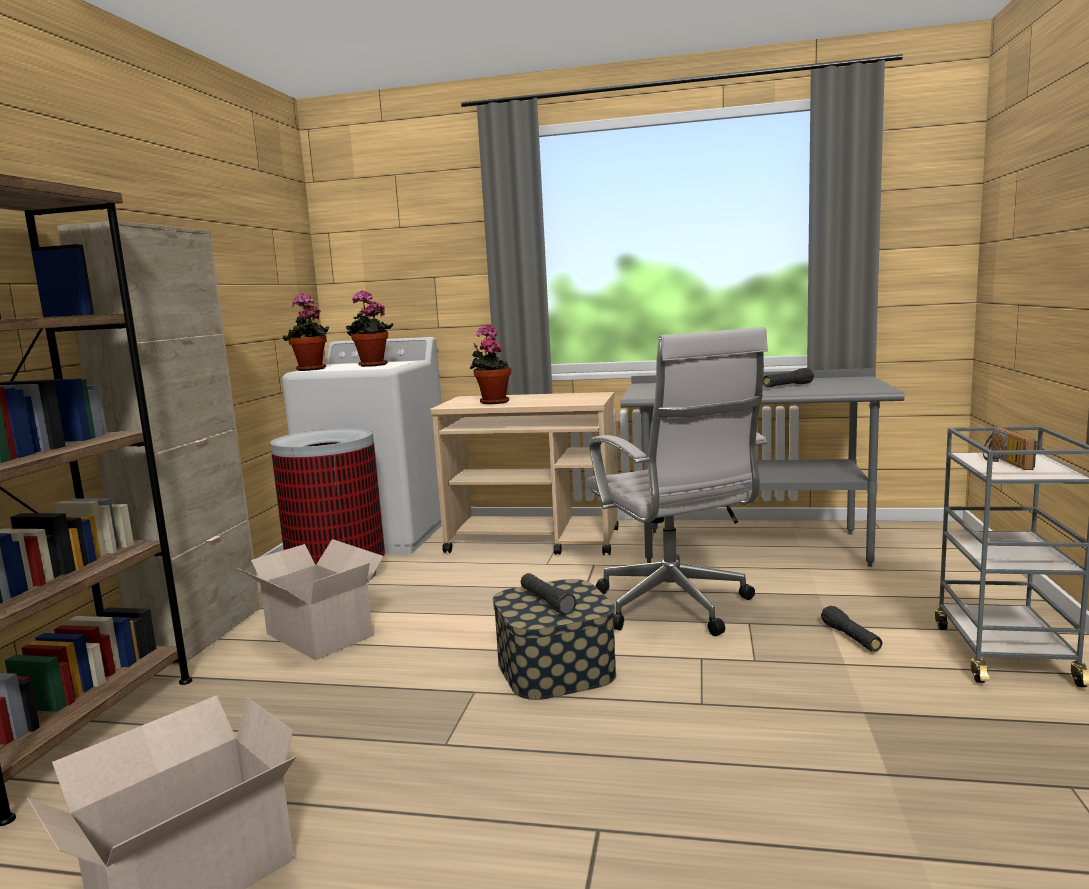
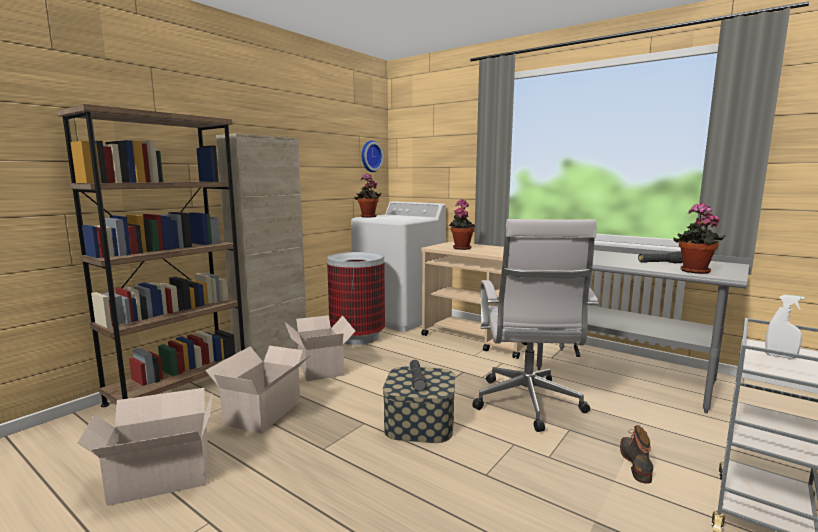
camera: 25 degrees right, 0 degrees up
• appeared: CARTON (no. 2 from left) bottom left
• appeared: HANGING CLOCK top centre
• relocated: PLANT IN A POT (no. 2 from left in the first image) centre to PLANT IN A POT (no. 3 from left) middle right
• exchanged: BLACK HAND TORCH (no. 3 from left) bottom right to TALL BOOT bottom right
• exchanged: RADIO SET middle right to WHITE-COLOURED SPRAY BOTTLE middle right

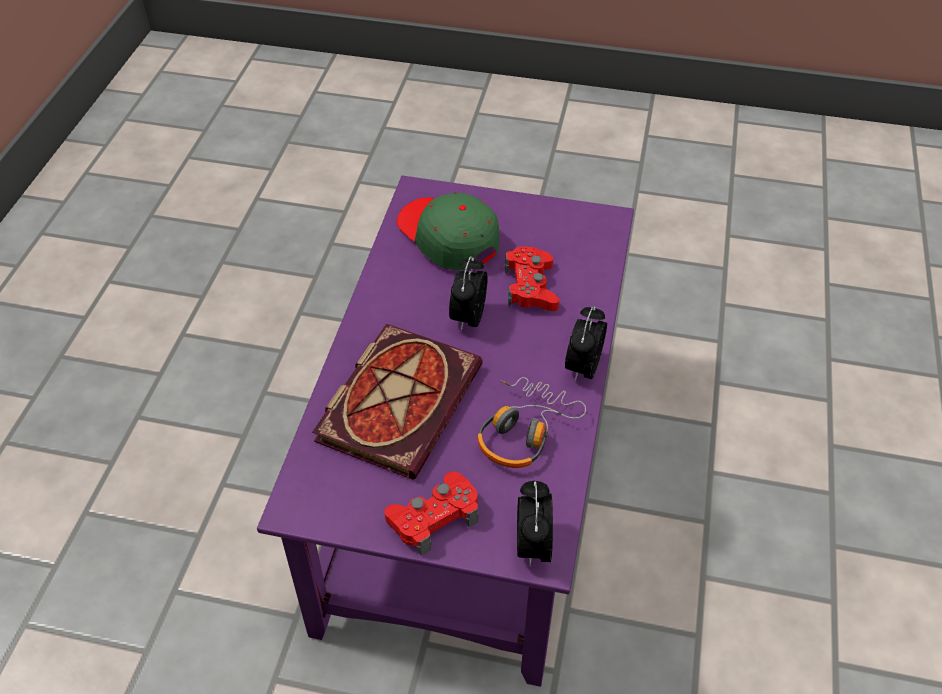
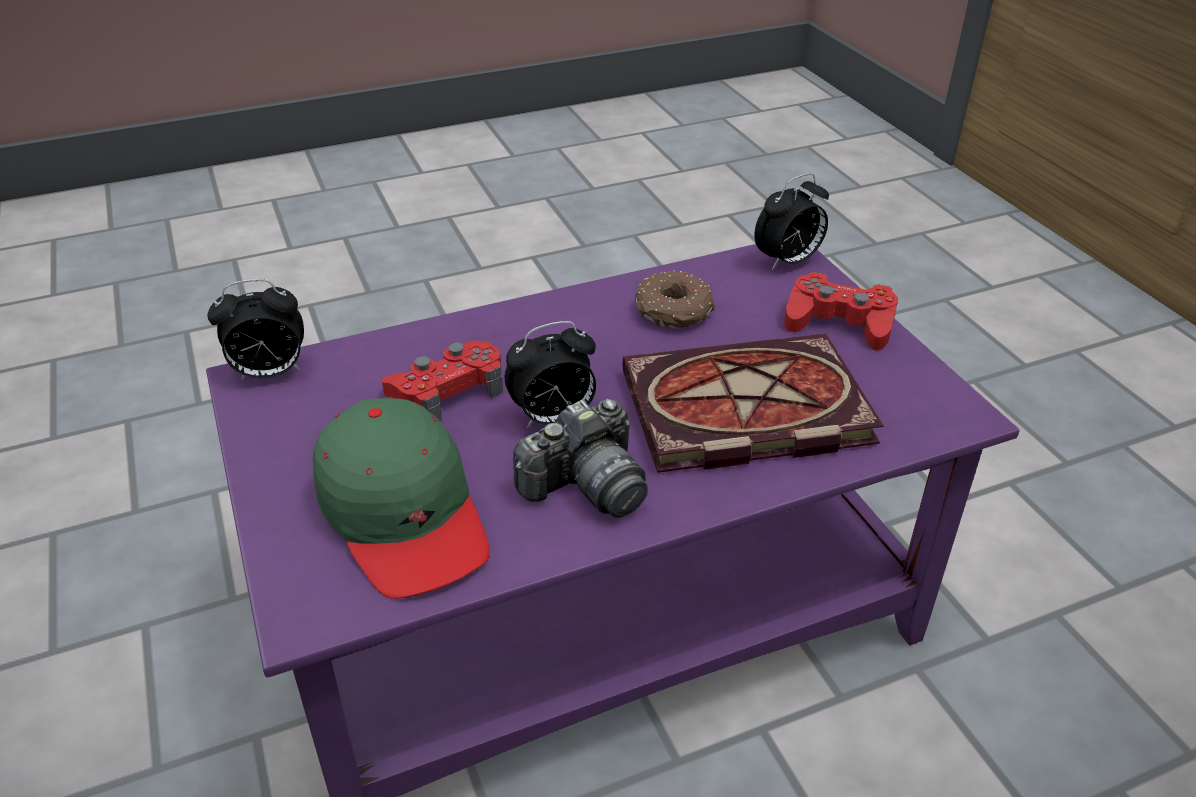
camera: 125 degrees left, 10 degrees down
• appeared: STILL CAMERA centre
• relocated: BEDSIDE CLOCK (no. 3 from left in the first image) centre to BEDSIDE CLOCK (no. 1 from left) middle left
• exchanged: PAIR OF HEADPHONES centre to DONUT centre
• spun: GREENISH PEAKED CAP centre = centre 45 degrees counterclockwise

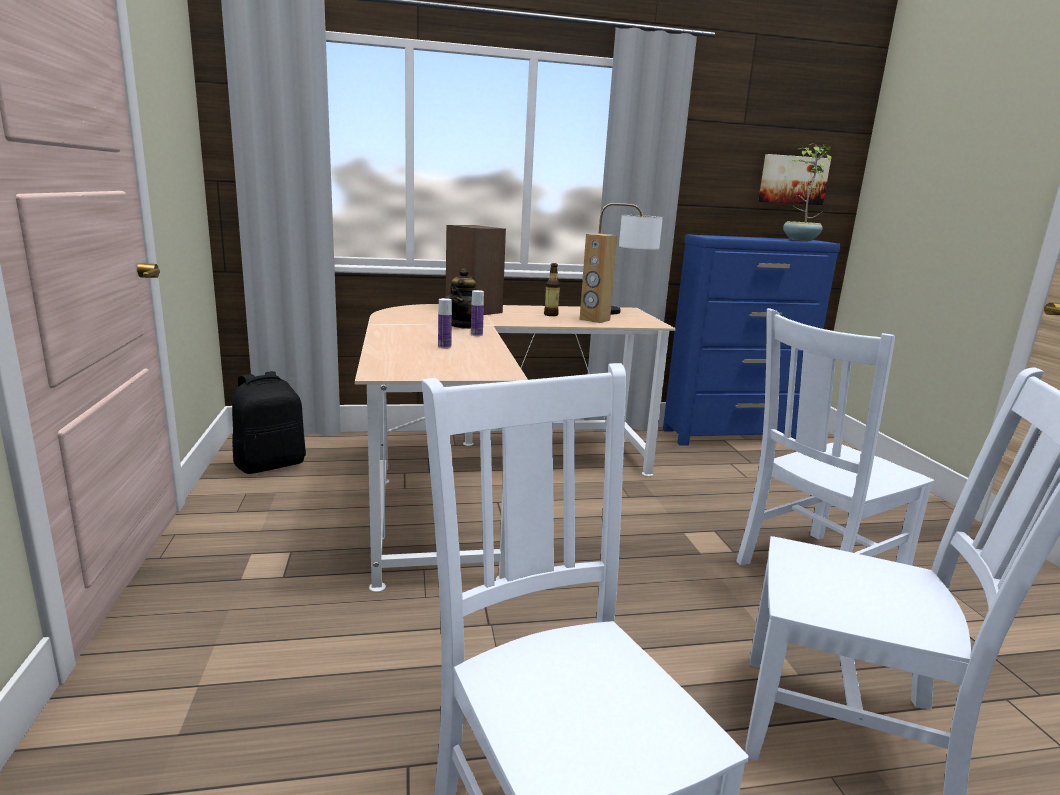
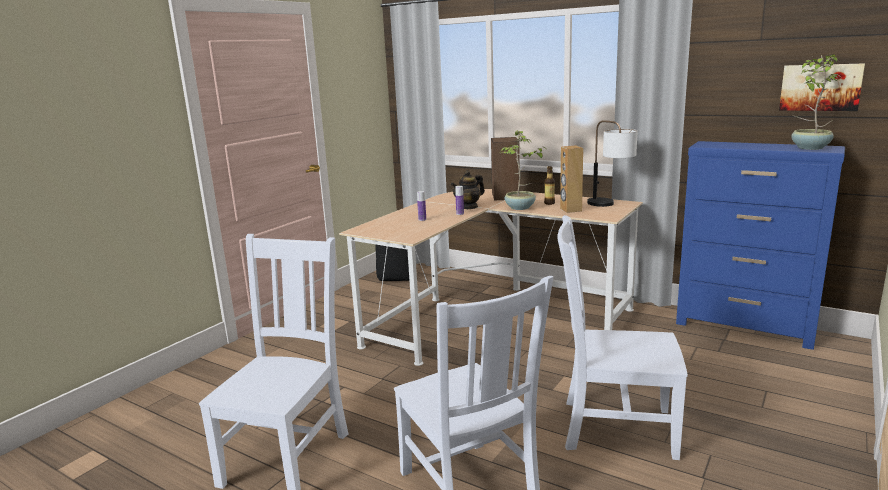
camera: 45 degrees right, 0 degrees up
• appeared: PLANT IN A POT (no. 1 from left) centre

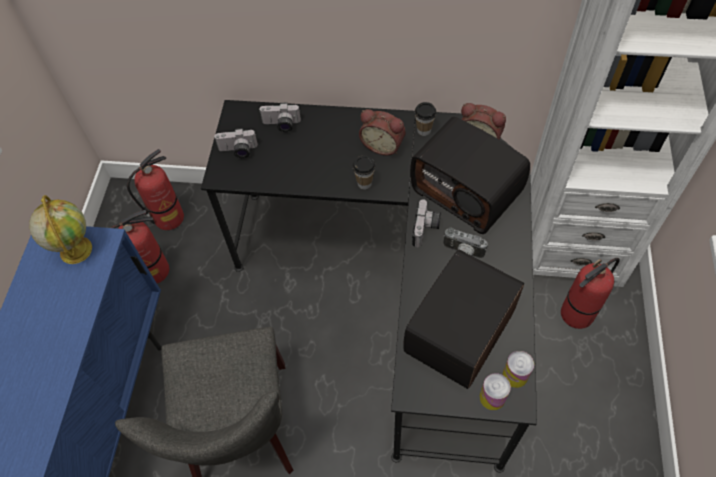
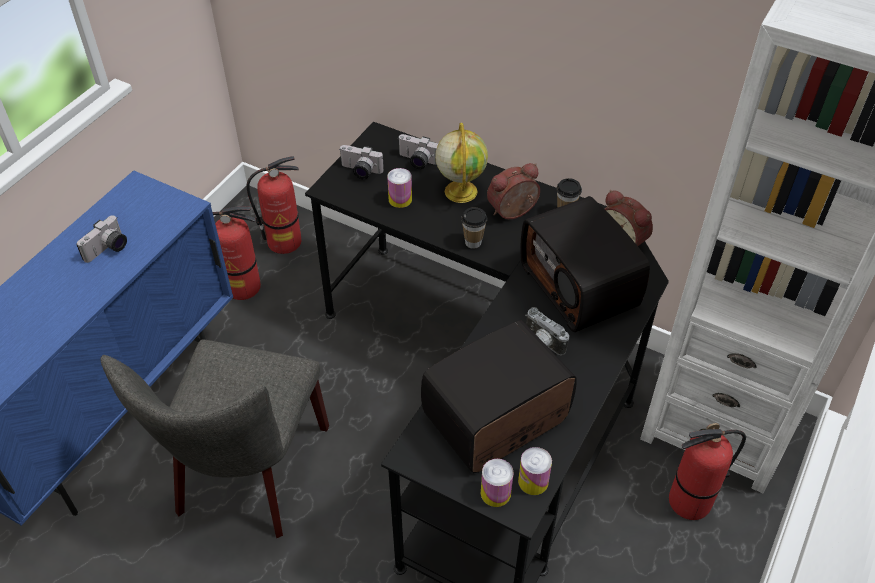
camera: 20 degrees right, 10 degrees down
• appeared: METAL CAN (no. 1 from left) top centre
• relocated: DESK GLOBE middle left to top centre
• relocated: STILL CAMERA (no. 3 from left in the first image) centre to STILL CAMERA (no. 1 from left) middle left
• spun: BEDSIDE CLOCK (no. 1 from left) top centre = top centre 105 degrees clockwise

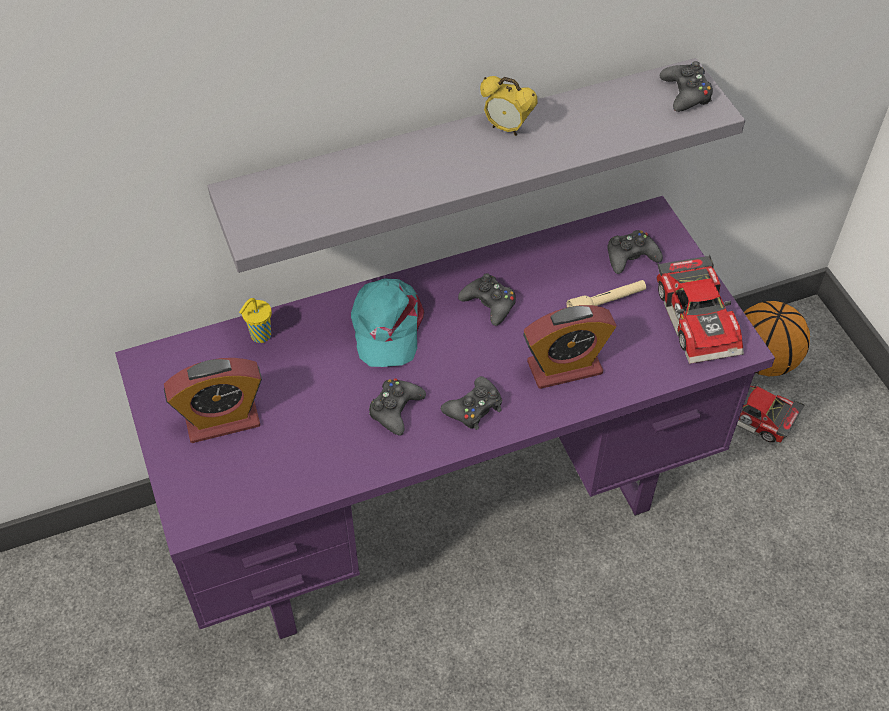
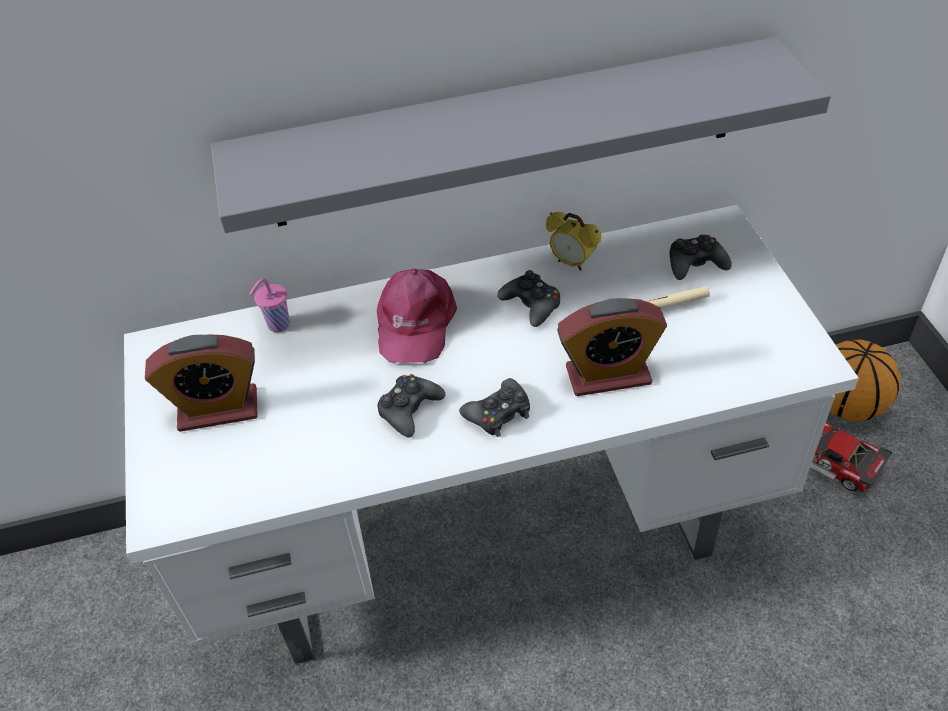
camera: 10 degrees right, 5 degrees down
• missing: MINIATURE CAR (no. 1 from left) middle right
• missing: BLACK JOYPAD (no. 5 from left) top right
• relocated: BEDSIDE CLOCK (no. 2 from left) top centre to centre
• colour: PURPLISH DESK TABLE centre to WHITE-COLOURED DESK TABLE centre
• colour: YELLOW CUP middle left to PINK-COLOURED CUP middle left
• colour: TURQUOISE PEAKED CAP centre to PINK-COLOURED PEAKED CAP centre

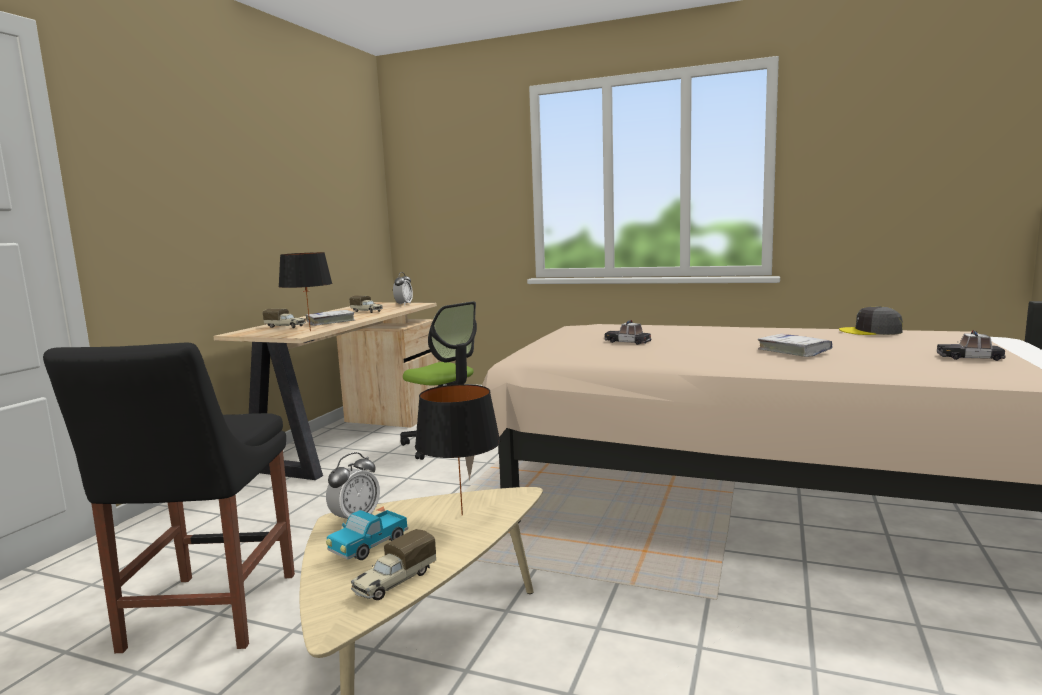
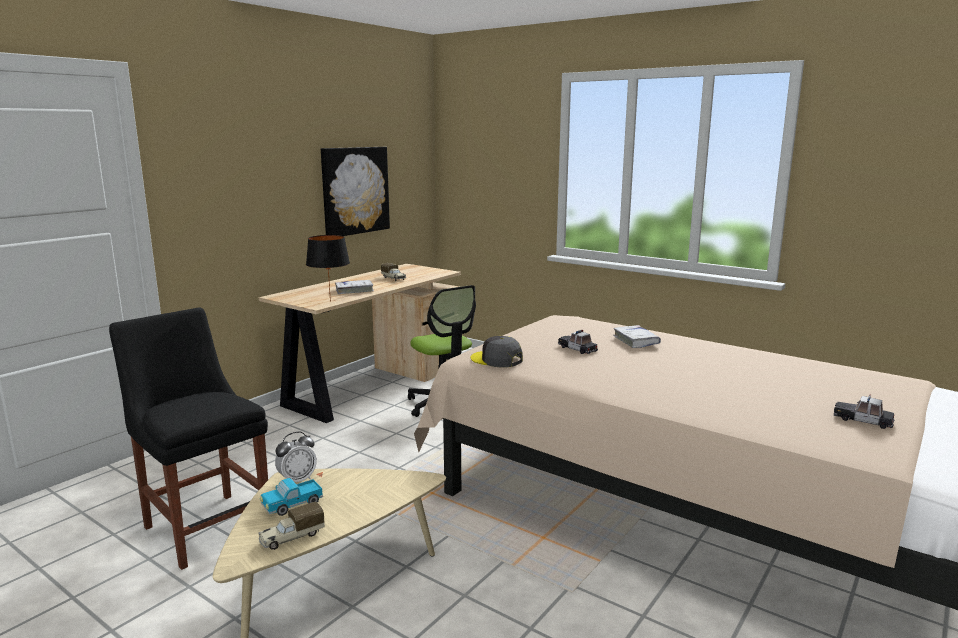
camera: 15 degrees right, 5 degrees up
• missing: TOY TRUCK (no. 1 from left) middle left
• missing: BEDSIDE CLOCK (no. 2 from left) centre
• missing: BLACK TABLE LAMP (no. 2 from left) centre
• appeared: WALL ART top centre
• relocated: WHITE-COLOURED VOLUME (no. 2 from left) middle right to centre
• relocated: GREYISH PEAKED CAP middle right to centre
• spun: BLACK UPRIGHT CHAIR bottom left = bottom left 120 degrees clockwise

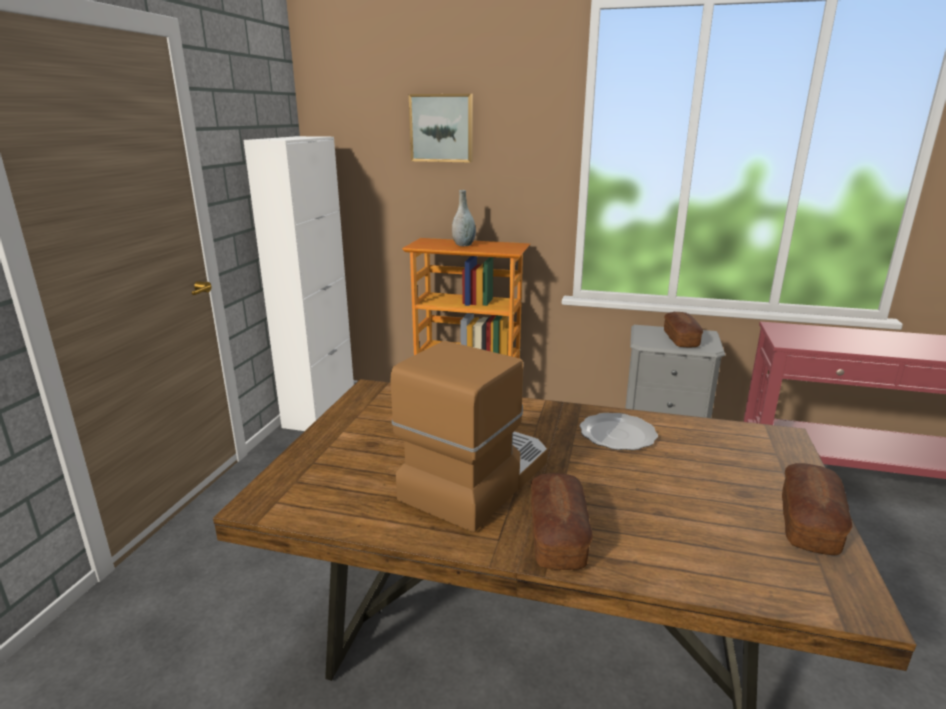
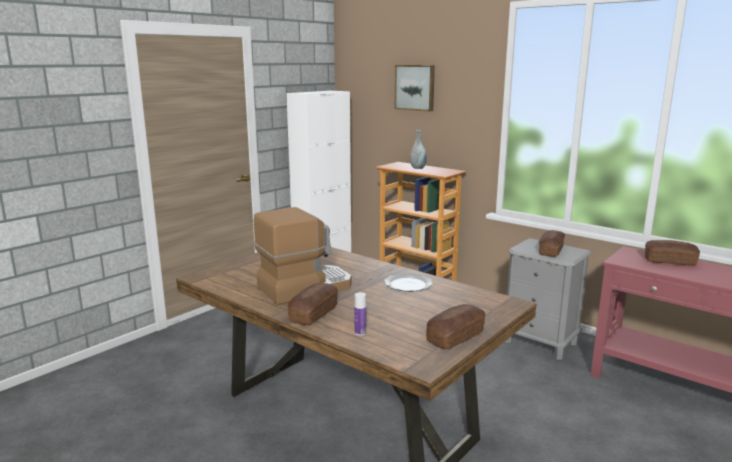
camera: 25 degrees right, 5 degrees down
• appeared: DRINK BOTTLE bottom centre
• appeared: BREAD (no. 4 from left) middle right

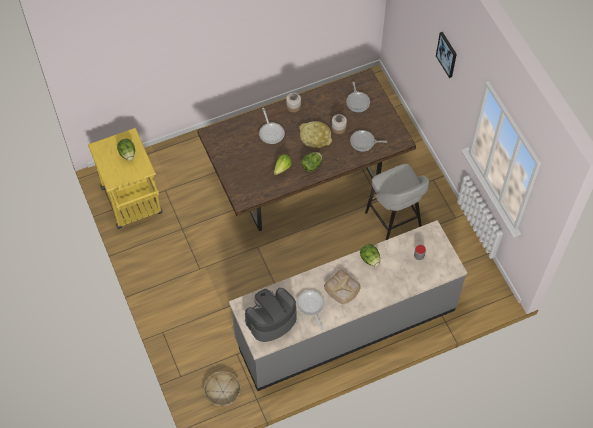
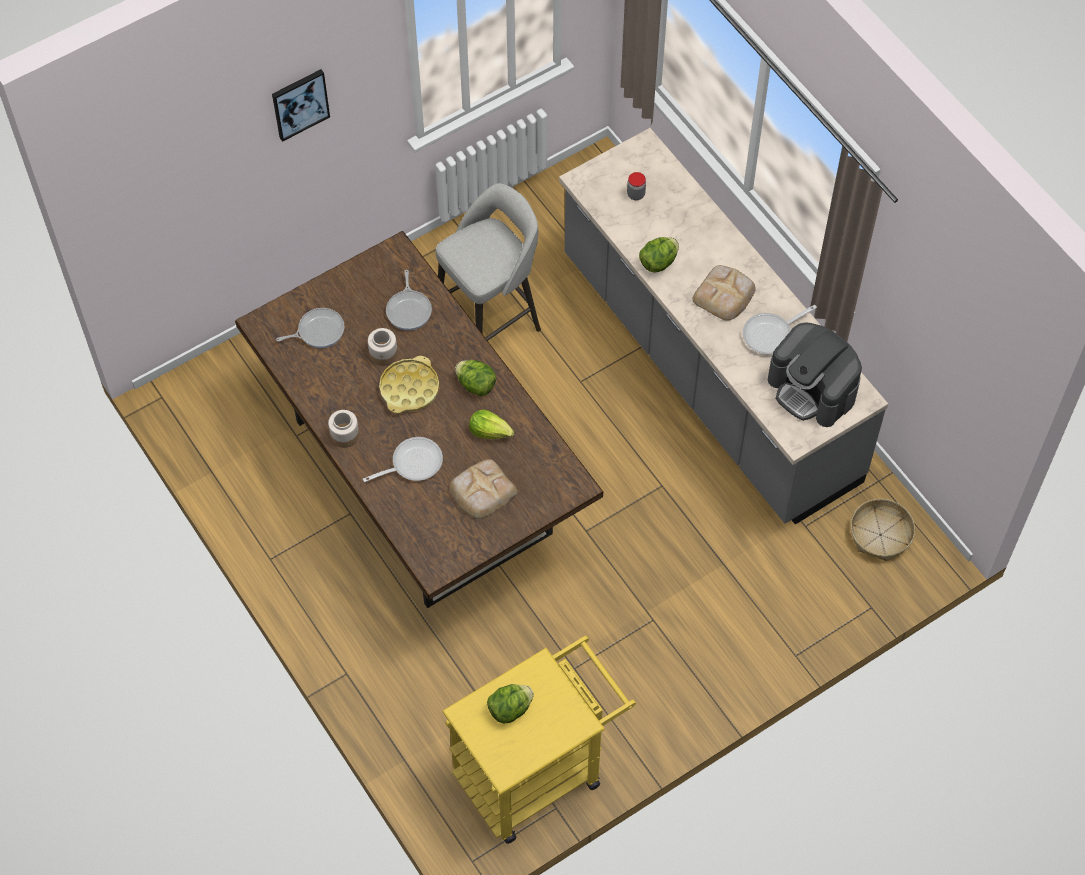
camera: 100 degrees left, 0 degrees up
• appeared: BREAD (no. 1 from left) centre

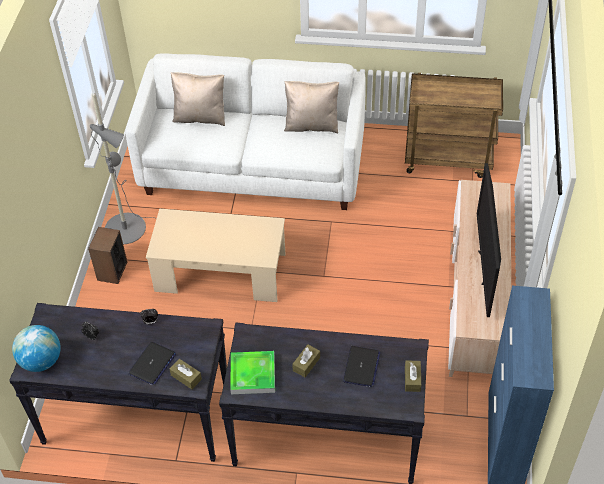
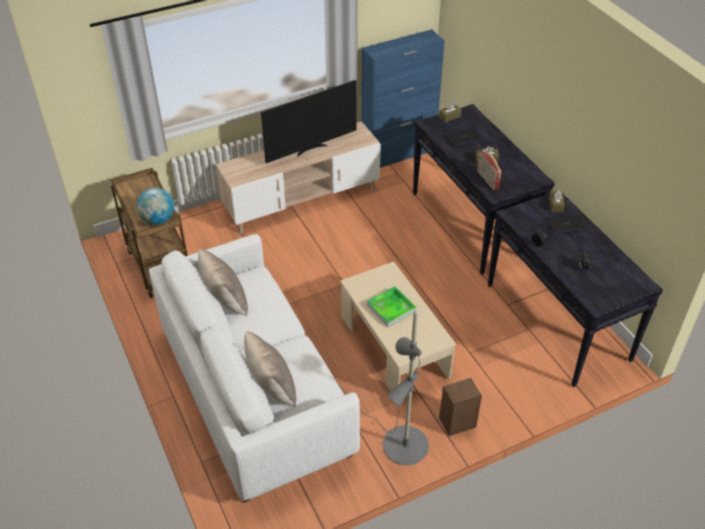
camera: 125 degrees left, 5 degrees down
• appeared: RADIO SET top right
• relocated: DESK GLOBE bottom left to middle left
• relocated: SERVING TRAY bottom centre to centre

